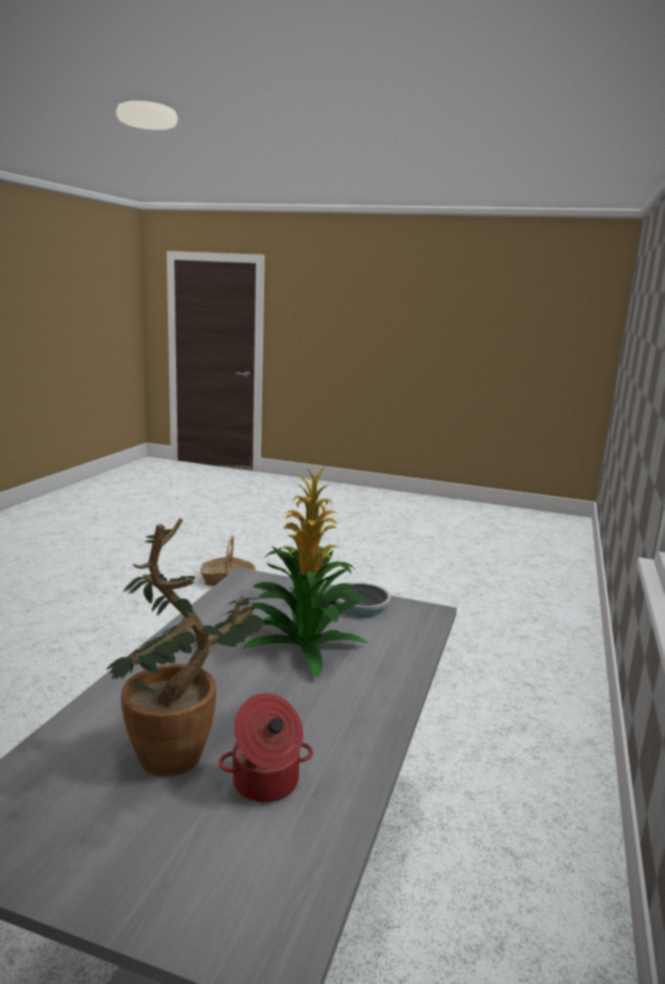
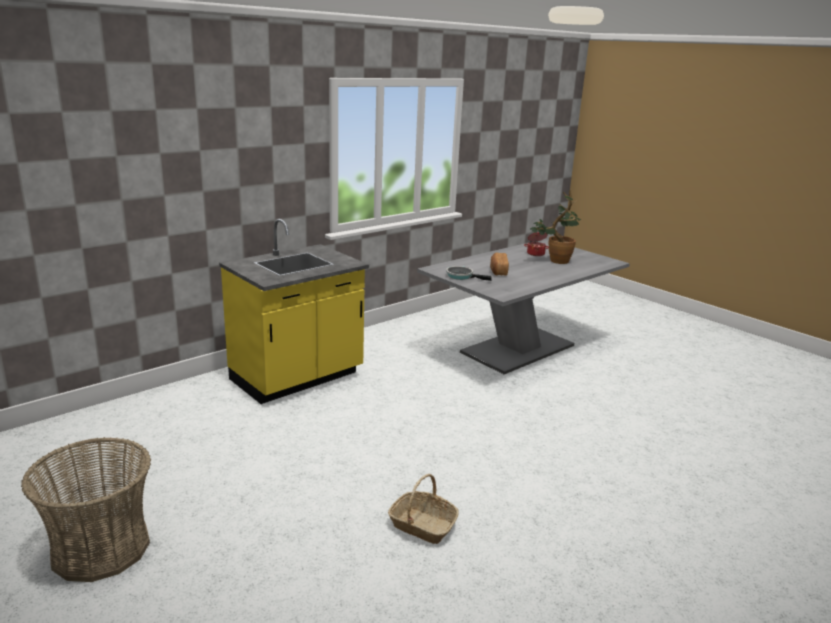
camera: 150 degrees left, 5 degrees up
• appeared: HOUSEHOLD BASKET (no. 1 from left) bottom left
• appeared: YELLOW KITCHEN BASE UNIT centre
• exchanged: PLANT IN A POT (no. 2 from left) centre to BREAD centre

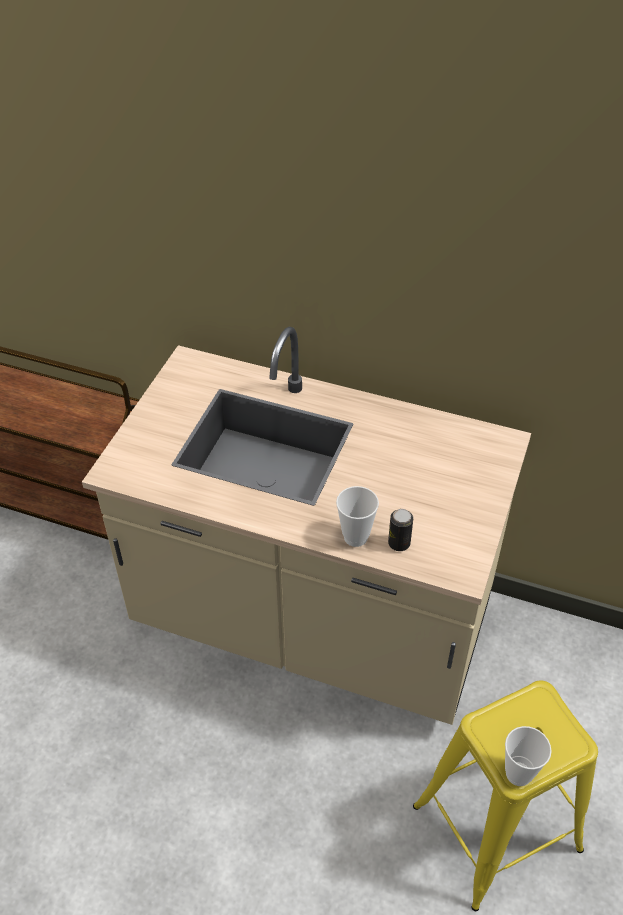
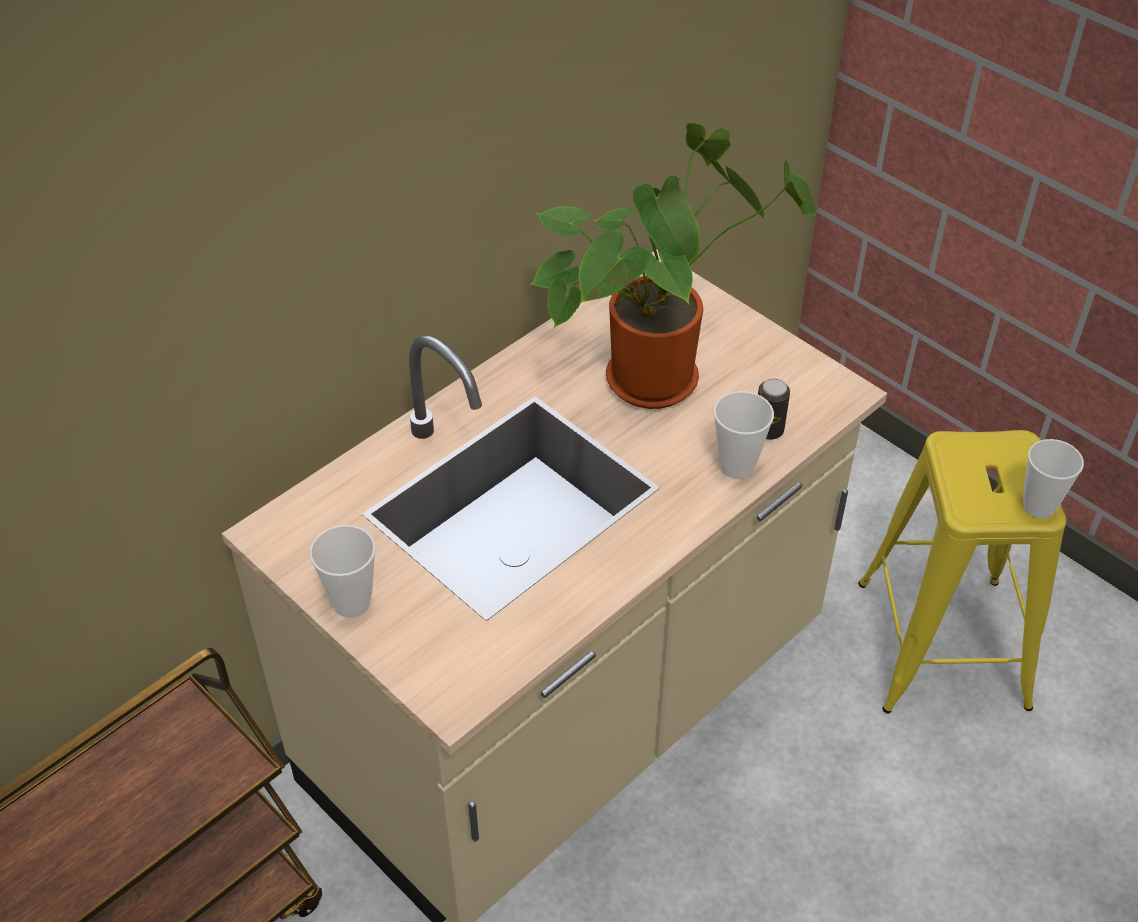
camera: 65 degrees left, 0 degrees up
• appeared: CUP (no. 1 from left) middle left
• appeared: PLANT IN A POT top centre

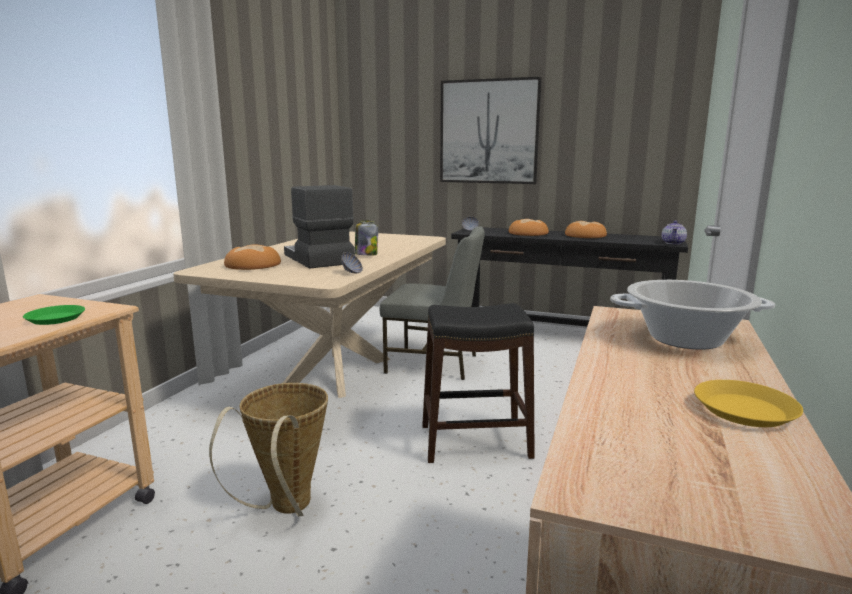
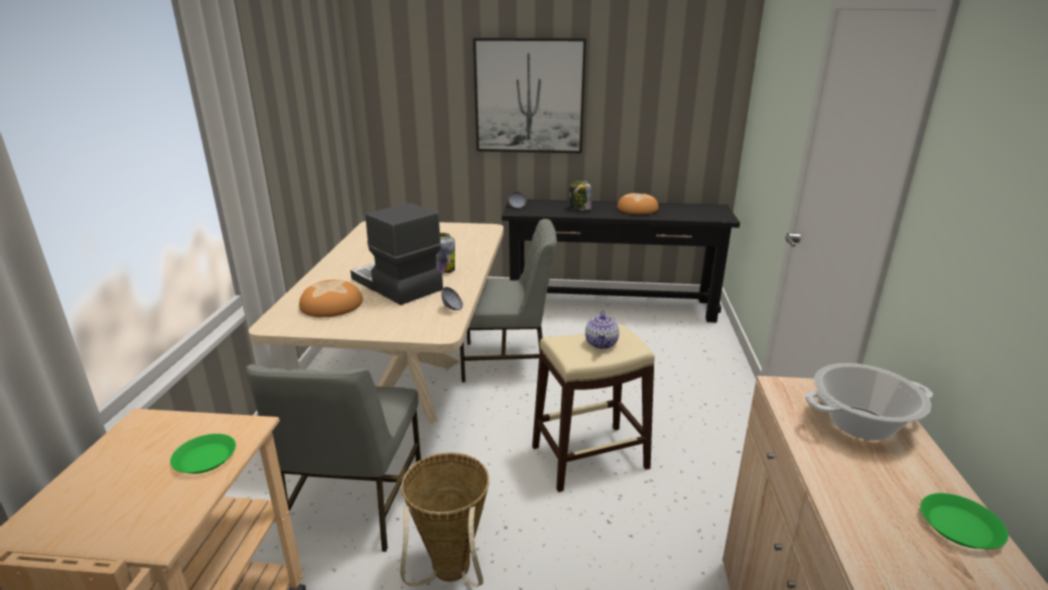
camera: 15 degrees left, 10 degrees up
• appeared: GREYISH UPRIGHT CHAIR (no. 1 from left) bottom left
• relocated: POT FOR TEA middle right to centre
• exchanged: BREAD (no. 2 from left) centre to PRESERVE JAR (no. 2 from left) top centre
• colour: BLACK STOOL centre to BEIGE-COLOURED STOOL bottom centre
• colour: YELLOW DINNER PLATE bottom right to GREENISH DINNER PLATE (no. 2 from left) bottom right

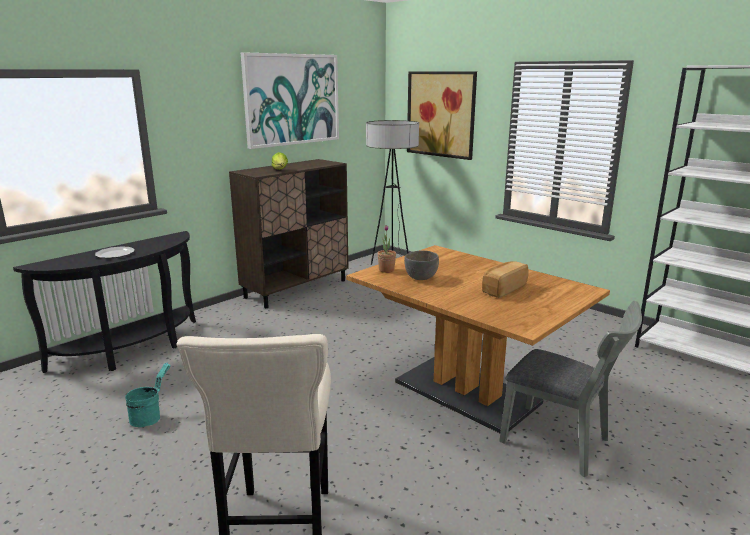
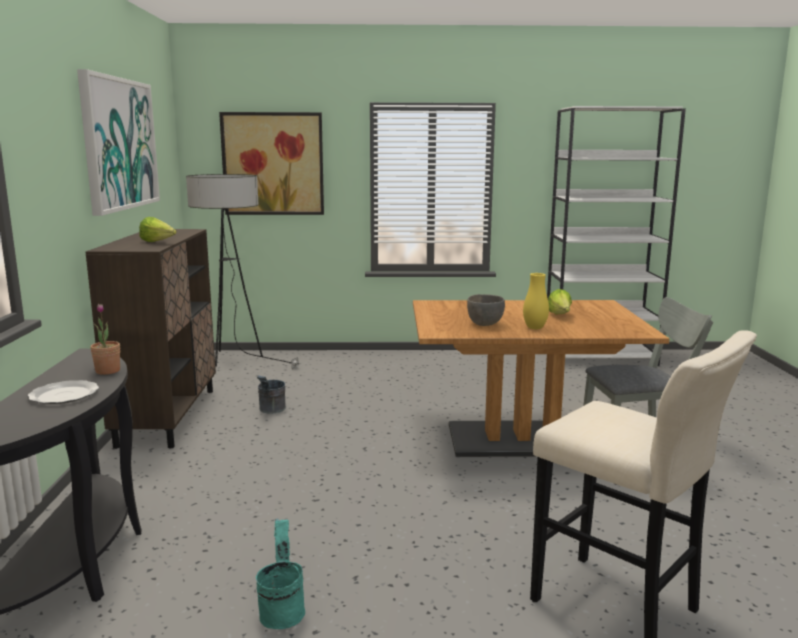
camera: 45 degrees left, 5 degrees down
• appeared: GREYISH PAIL centre
• appeared: YELLOW DECORATIVE VASE middle right
• relocated: PLANT IN A POT centre to middle left
• exchanged: BREAD middle right to LETTUCE HEAD (no. 2 from left) middle right

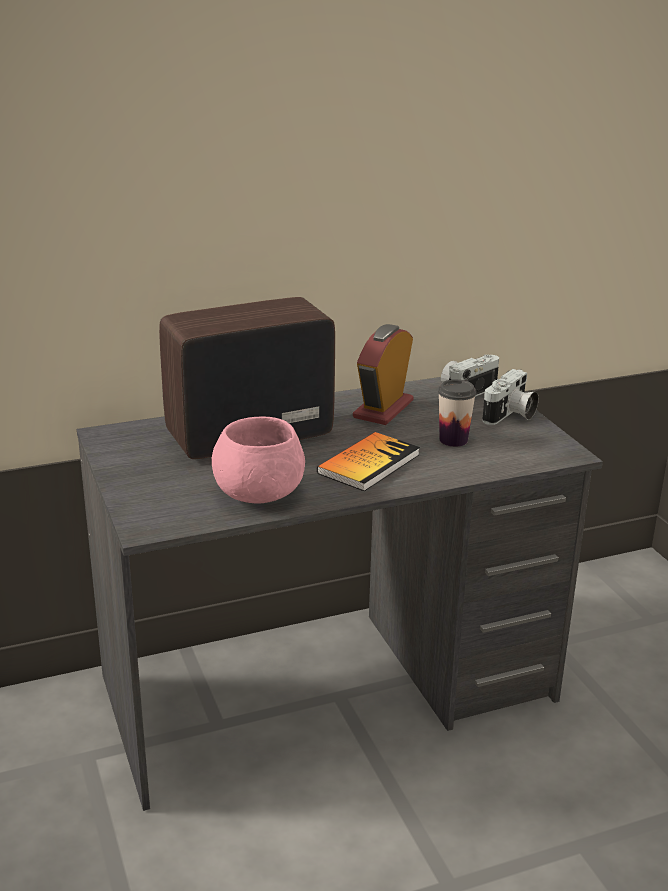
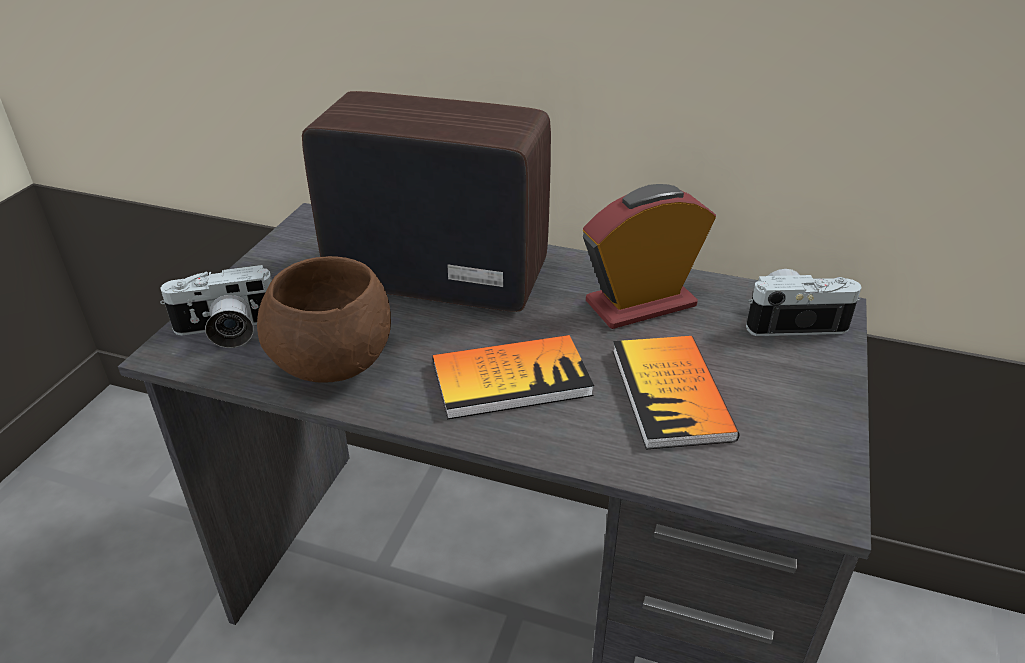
camera: 40 degrees right, 10 degrees up
• relocated: STILL CAMERA (no. 2 from left in the first image) middle right to STILL CAMERA (no. 1 from left) middle left
• exchanged: CUP middle right to VOLUME (no. 2 from left) centre
• colour: PINK-COLOURED DEEP DISH centre to BROWN-COLOURED DEEP DISH middle left

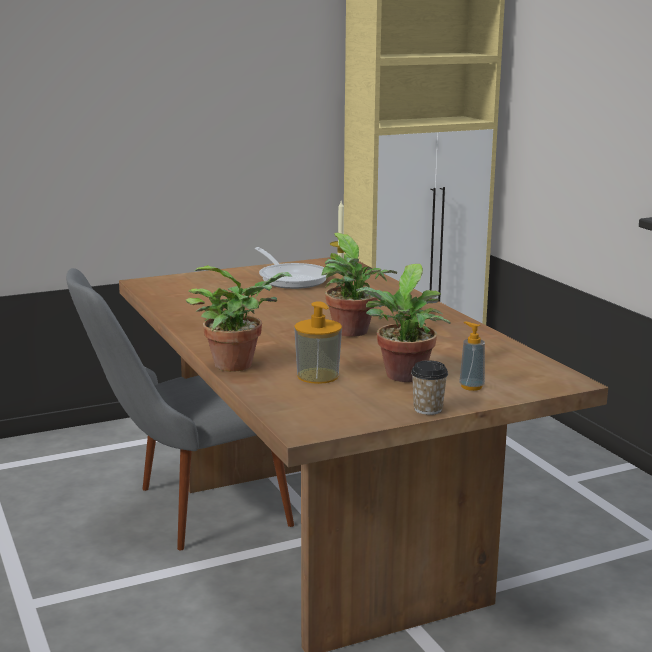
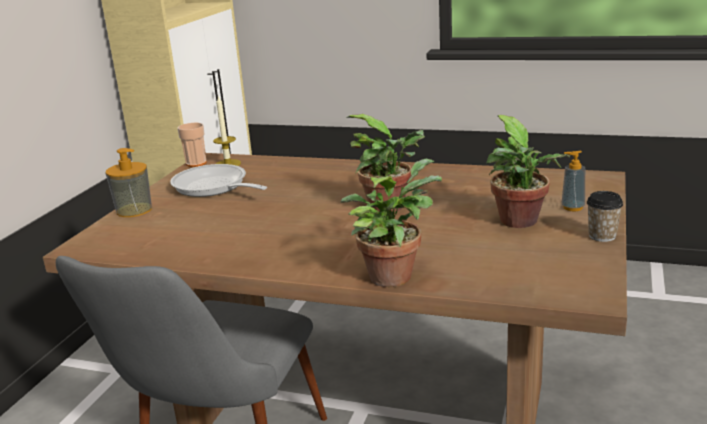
camera: 45 degrees left, 5 degrees up
• appeared: CUP (no. 1 from left) middle left
• relocated: SOAP DISPENSER (no. 1 from left) centre to middle left
• spun: PAN centre = middle left 150 degrees counterclockwise

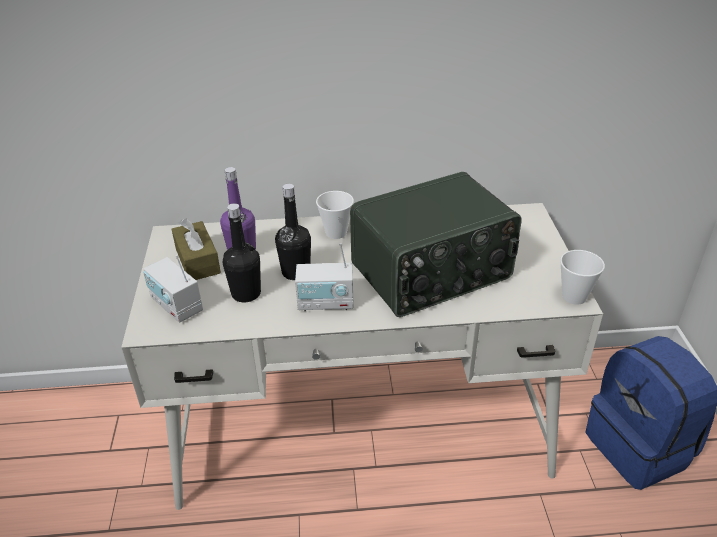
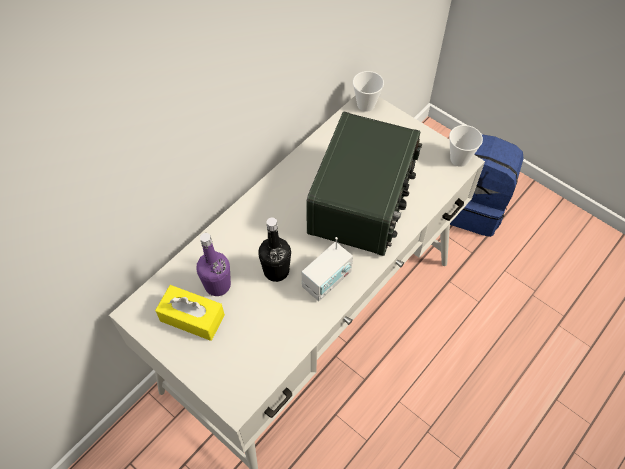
camera: 45 degrees left, 20 degrees up
• missing: RADIO SET (no. 1 from left) middle left
• missing: BLACK DRINK BOTTLE (no. 1 from left) centre
• relocated: CUP (no. 1 from left) centre to top centre
• colour: BROWN-COLOURED TISSUE HOLDER middle left to YELLOW TISSUE HOLDER bottom left

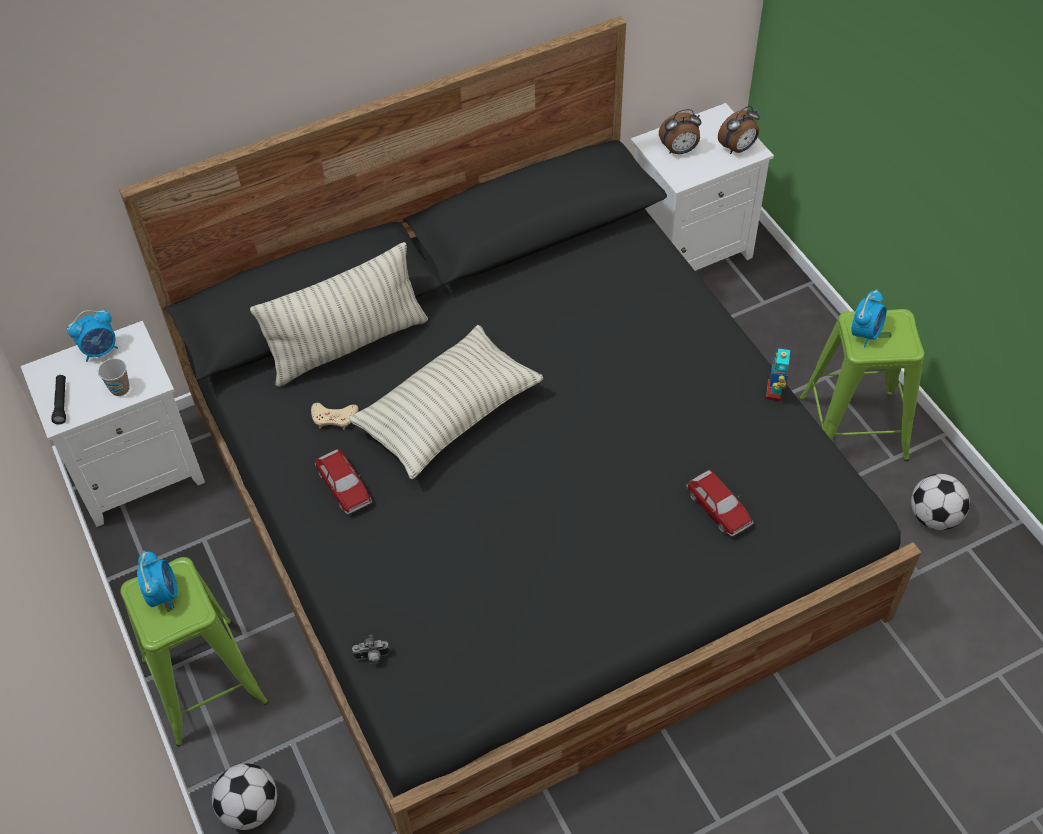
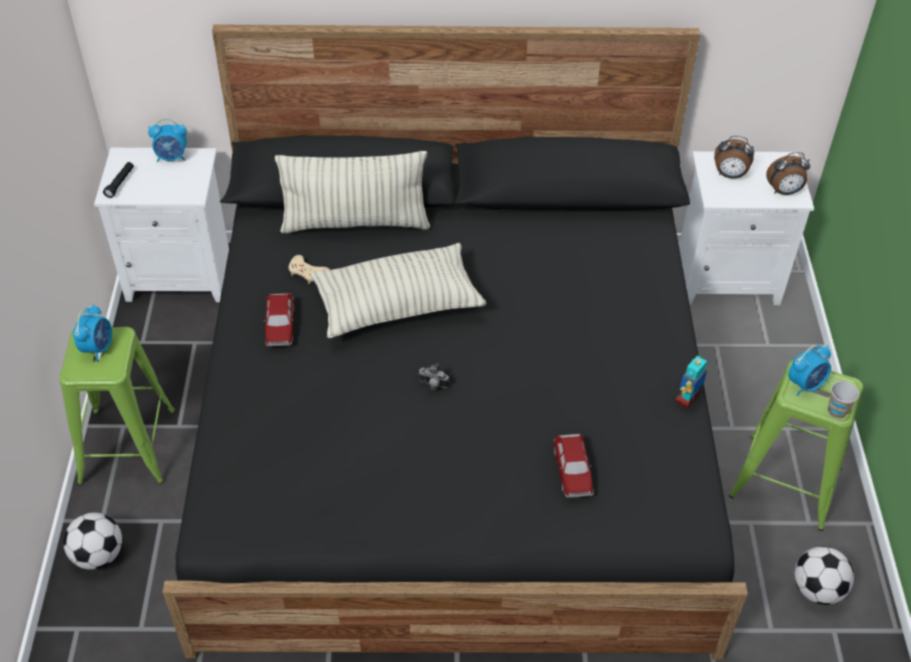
camera: 25 degrees right, 5 degrees down
• relocated: CUP middle left to middle right
• relocated: STILL CAMERA bottom centre to centre

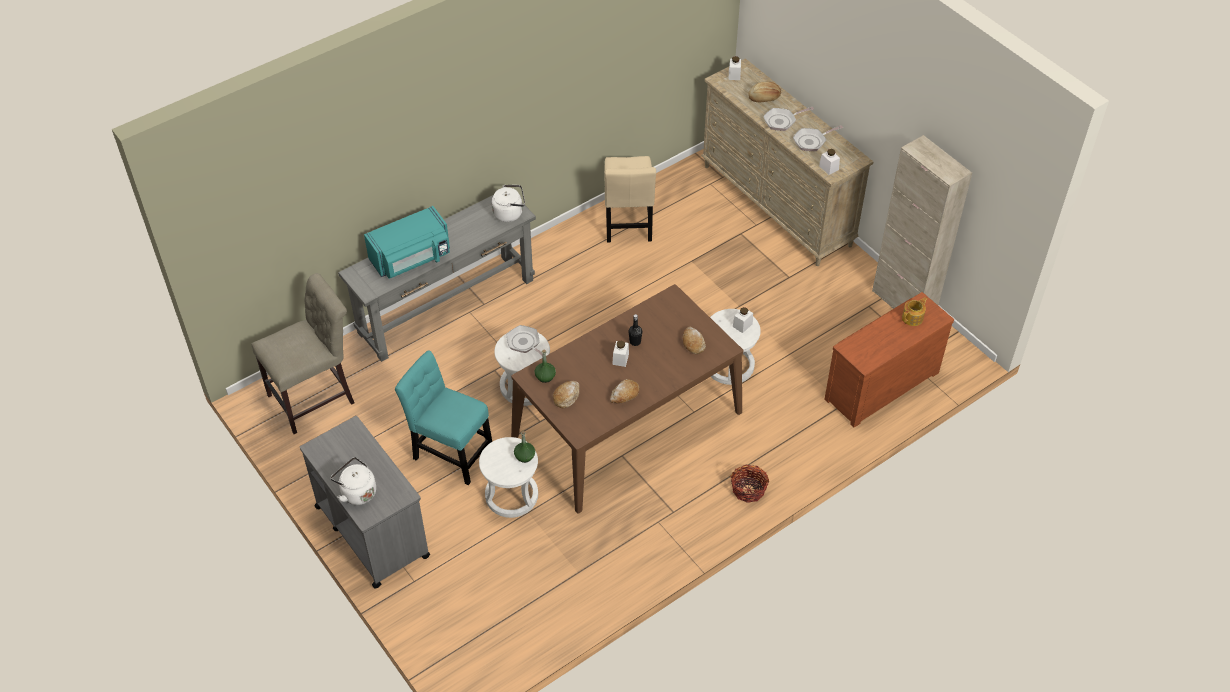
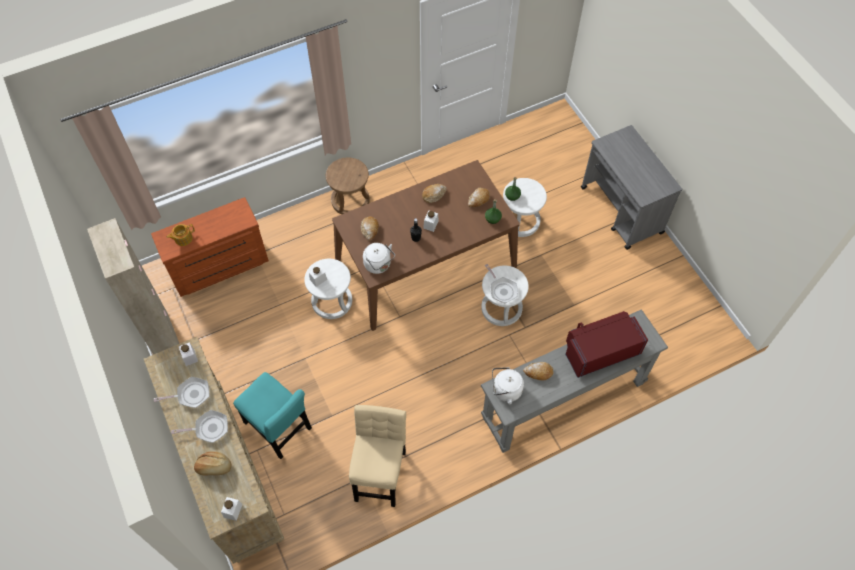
camera: 170 degrees left, 10 degrees up
• missing: BEIGE-COLOURED UPRIGHT CHAIR (no. 1 from left) middle left
• appeared: BREAD (no. 5 from left) centre
• relocated: WHITE-COLOURED KETTLE (no. 1 from left) bottom left to centre
• relocated: TURQUOISE UPRIGHT CHAIR centre to bottom left
• exchanged: HOUSEHOLD BASKET bottom centre to BROWN-COLOURED STOOL top centre
• colour: TURQUOISE MICROWAVE middle left to RED MICROWAVE middle right

